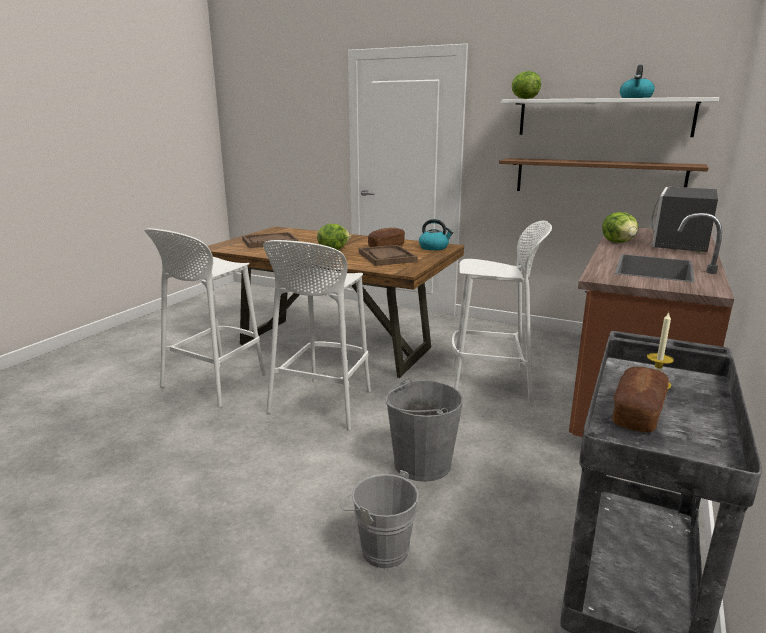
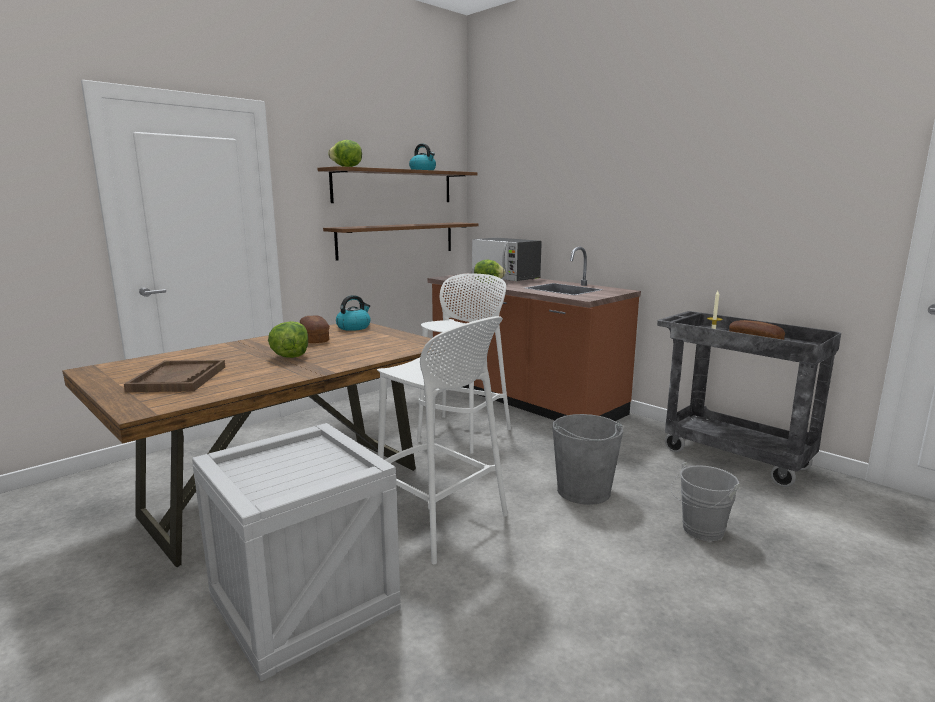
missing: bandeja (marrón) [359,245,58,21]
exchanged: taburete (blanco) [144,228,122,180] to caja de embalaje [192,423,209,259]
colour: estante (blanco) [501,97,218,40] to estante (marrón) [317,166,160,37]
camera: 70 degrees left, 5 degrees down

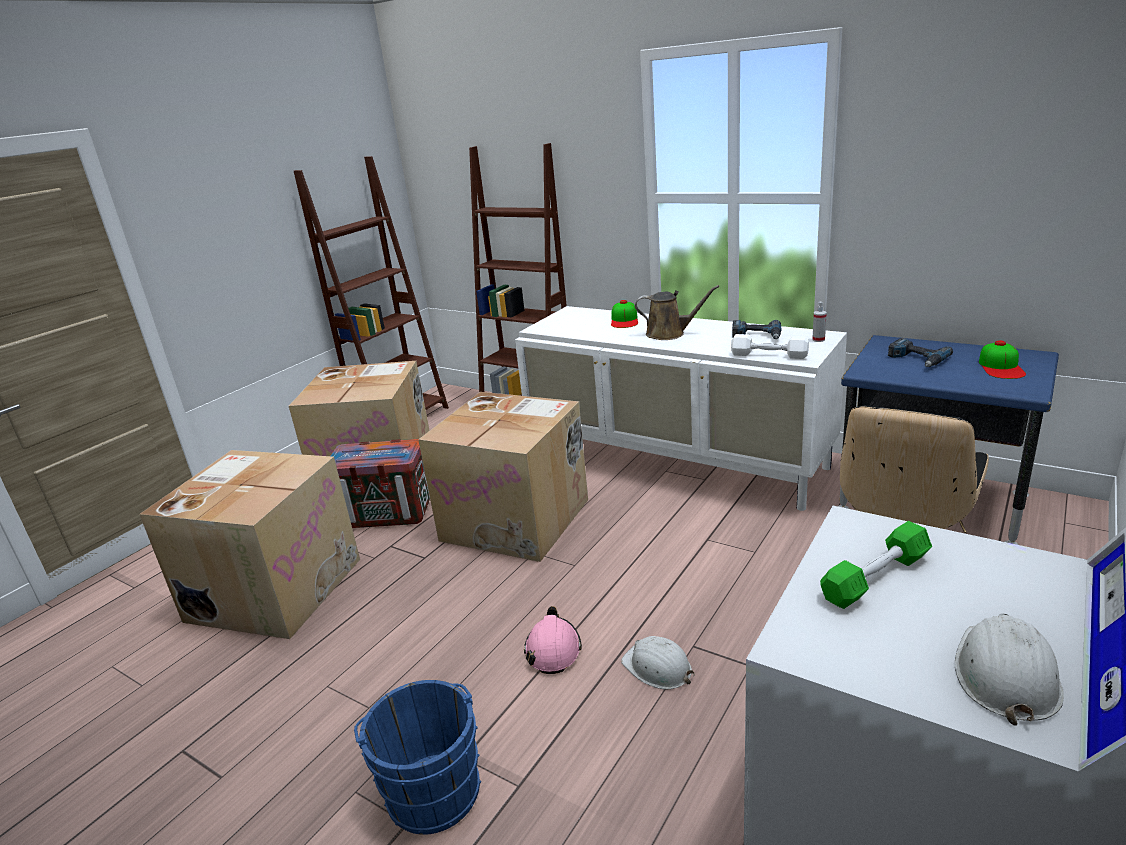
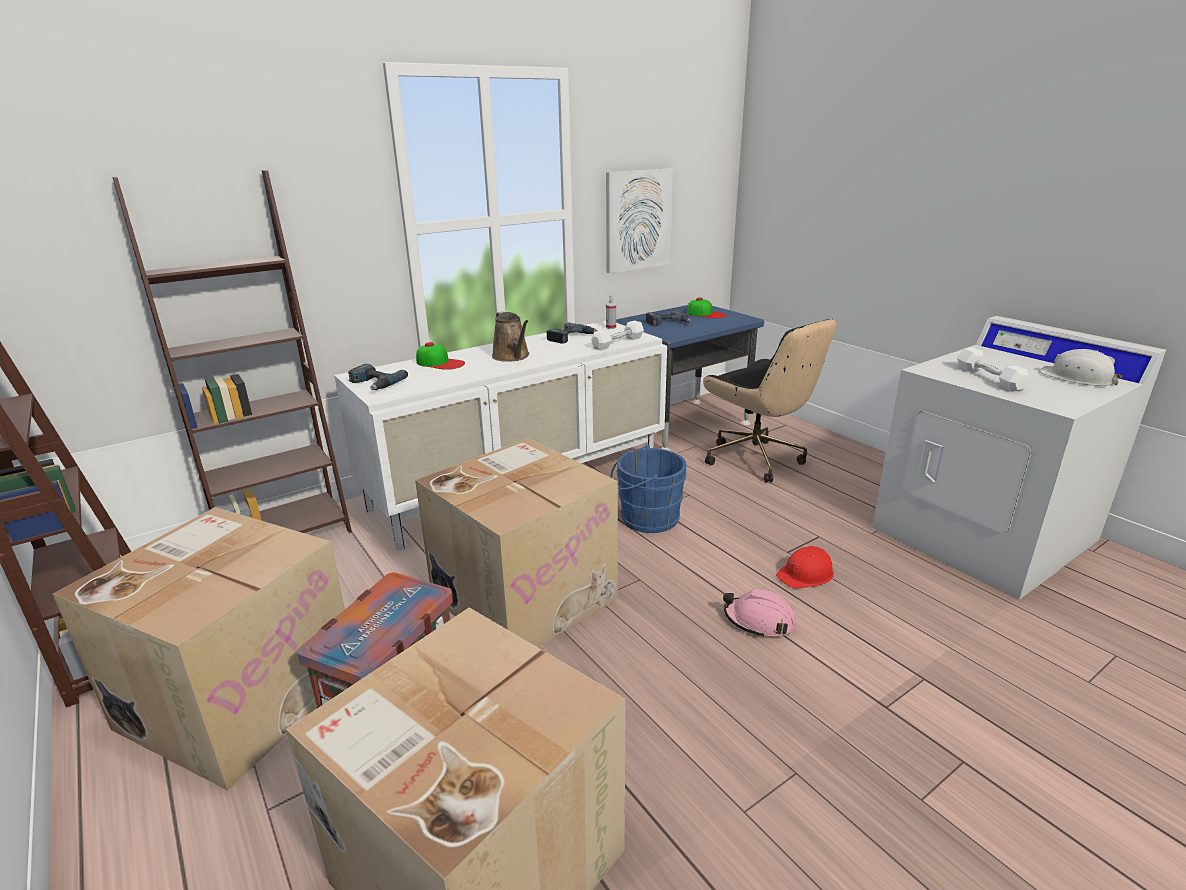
appeared: cuadro [606,168,67,105]; taladro [348,364,60,26]
relocated: cubo (azul) [354,680,127,155] to [611,445,76,88]
colour: mancuerna (verde) [820,521,112,88] to mancuerna (blanco) [957,348,73,44]; casco (blanco) [621,636,74,54] to casco (rojo) [776,546,58,43]
spun: regadera (marrón) [635,285,84,55] = [492,311,37,51] 120 degrees clockwise
camera: 70 degrees left, 0 degrees up

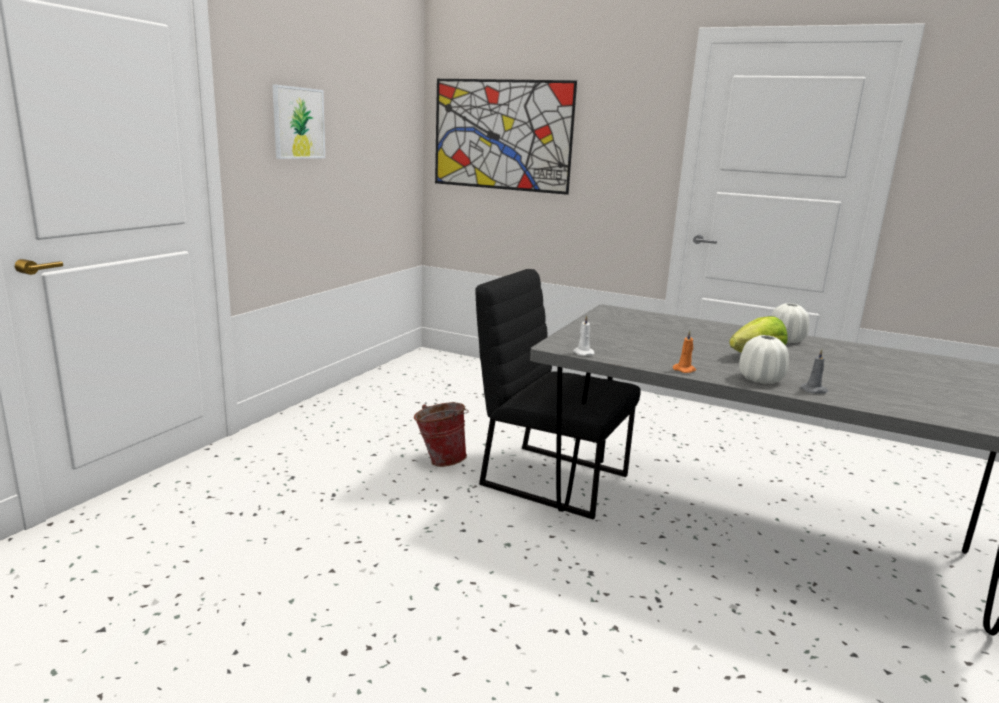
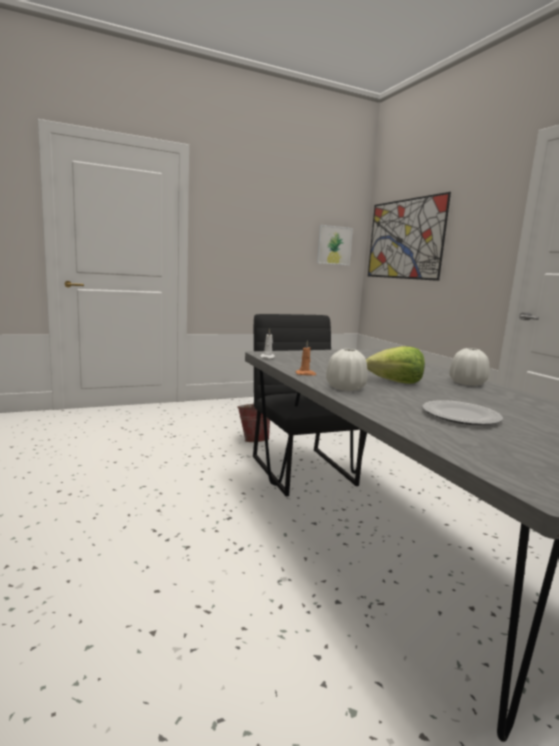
missing: vela (gris) [800,349,28,45]
appeared: plato [423,400,80,25]
relocated: cuadro [273,85,52,74] to [317,225,36,40]
camera: 40 degrees right, 5 degrees down

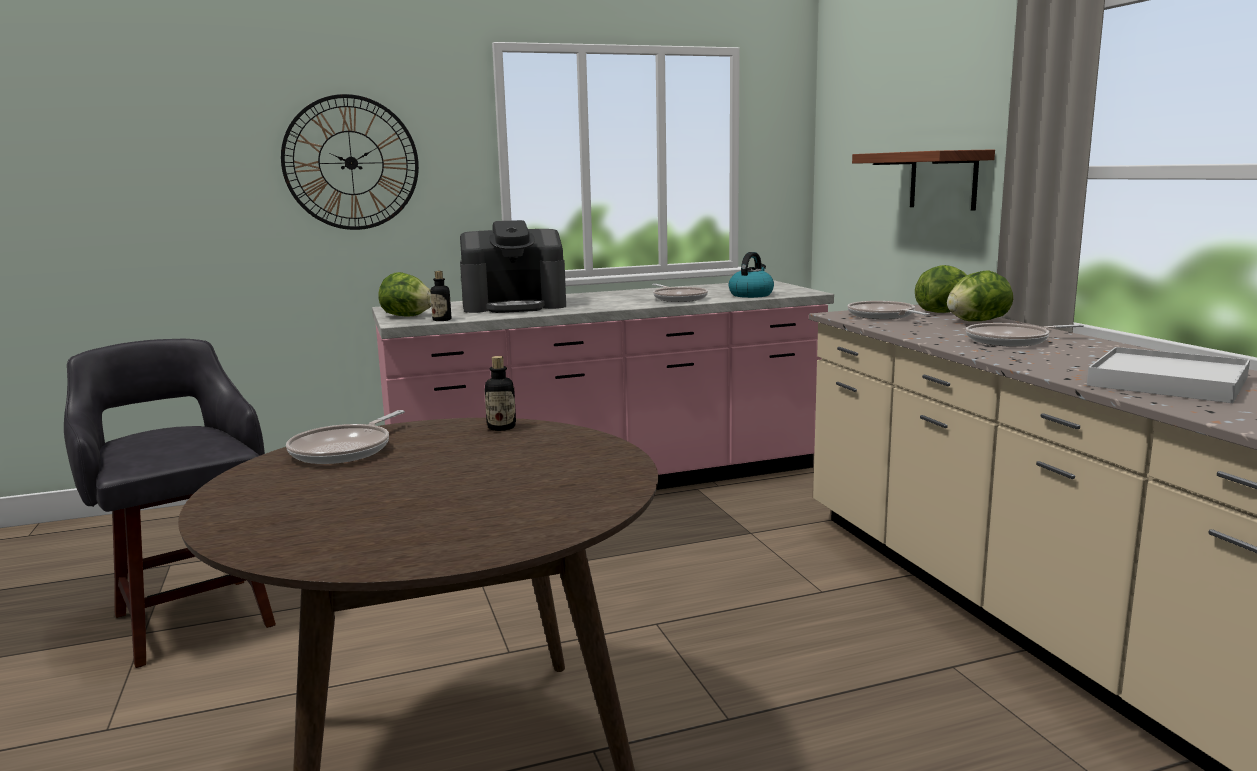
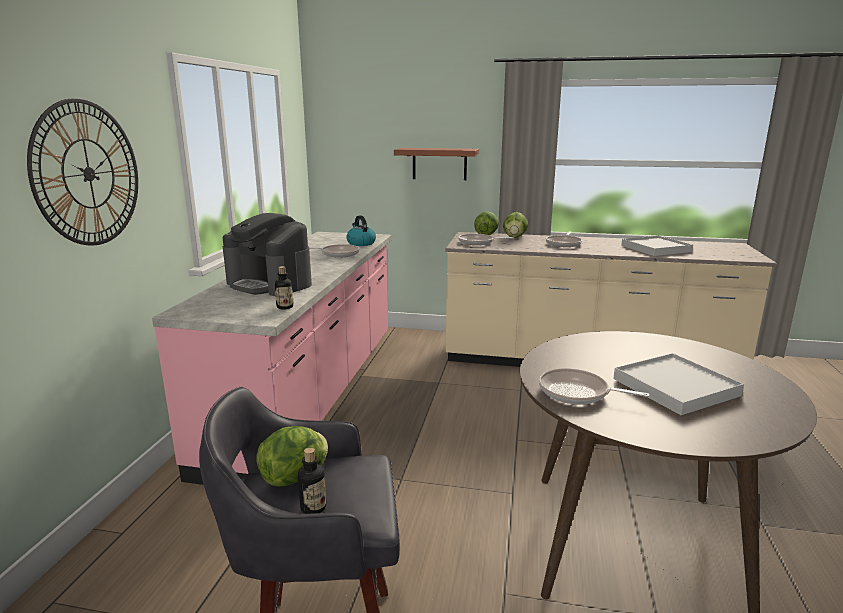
appeared: bandeja (blanco) [613,353,131,62]
relocated: lechuga [378,272,53,44] to [256,426,72,61]; botella [484,356,32,75] to [298,448,28,66]
spun: cafetera [460,220,106,93] = [223,213,89,83] 105 degrees clockwise; sartén [286,410,119,54] = [539,368,111,37] 150 degrees clockwise
camera: 60 degrees left, 5 degrees up

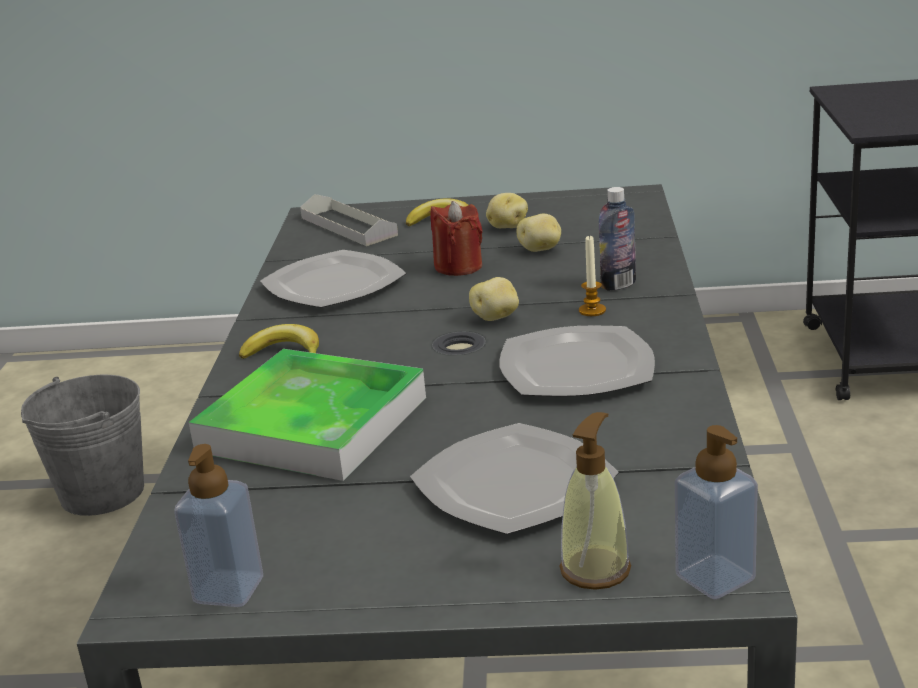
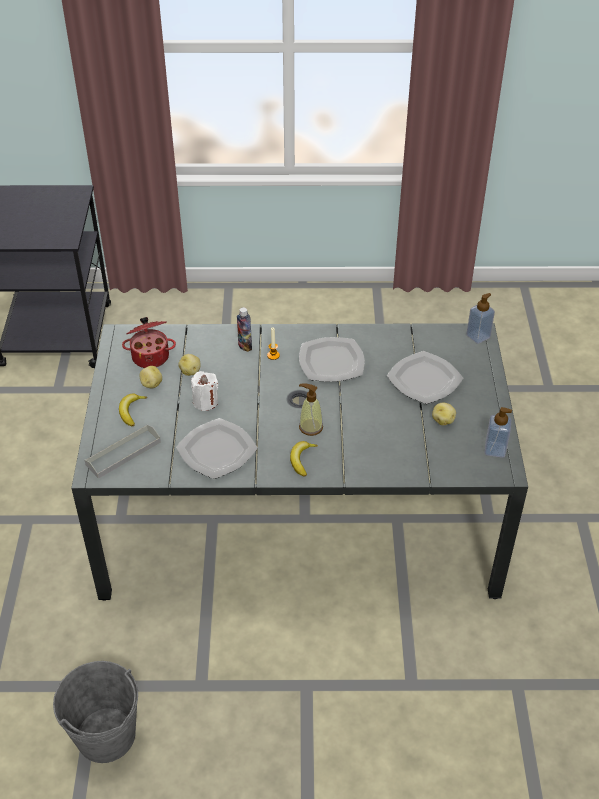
missing: bandeja [189,349,237,132]
appeared: olla [122,317,54,51]
relocated: patata [469,277,50,44] to [432,403,24,22]; dispensador de jabón [560,412,71,178] to [299,383,24,53]
colour: vela (rojo) [431,201,52,75] to vela (blanco) [191,371,27,40]
camera: 95 degrees left, 20 degrees up

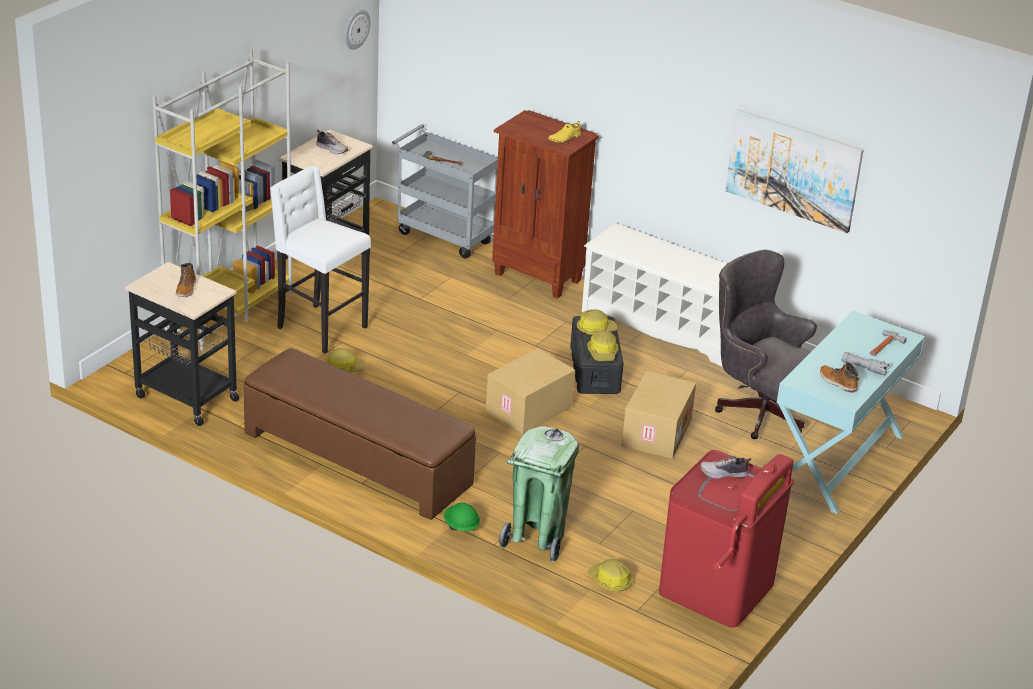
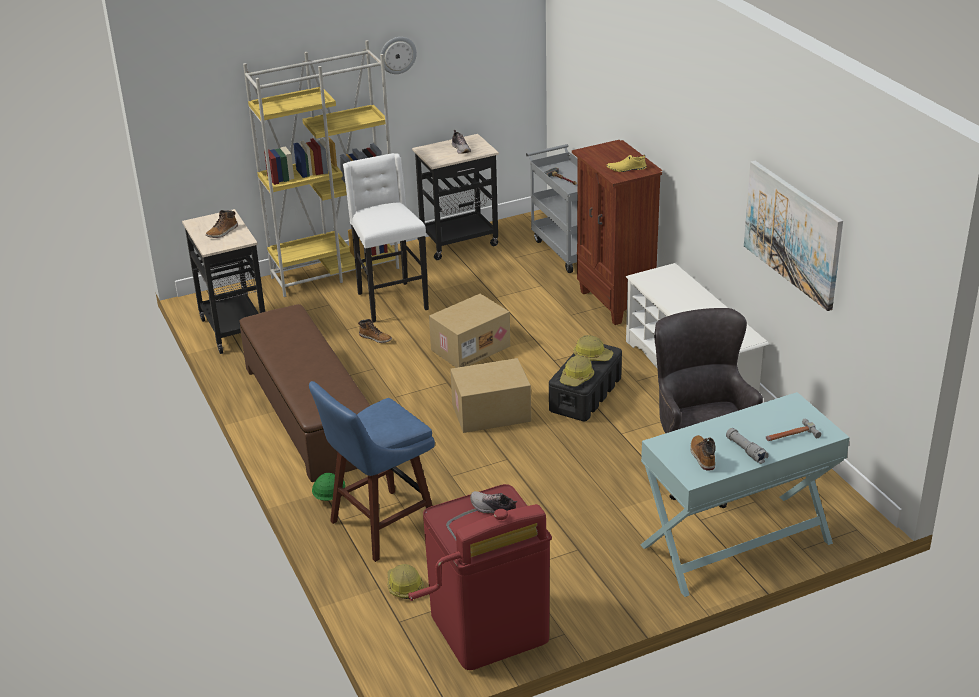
relocated: reloj de pared [345,9,26,41] to [380,37,37,37]; caja de cartón [622,371,74,88] to [429,294,81,74]
exchanged: casco [325,348,41,25] to bota [358,319,34,24]; papelera (verde) [499,426,80,137] to taburete (azul) [309,381,126,181]
camera: 35 degrees right, 0 degrees up

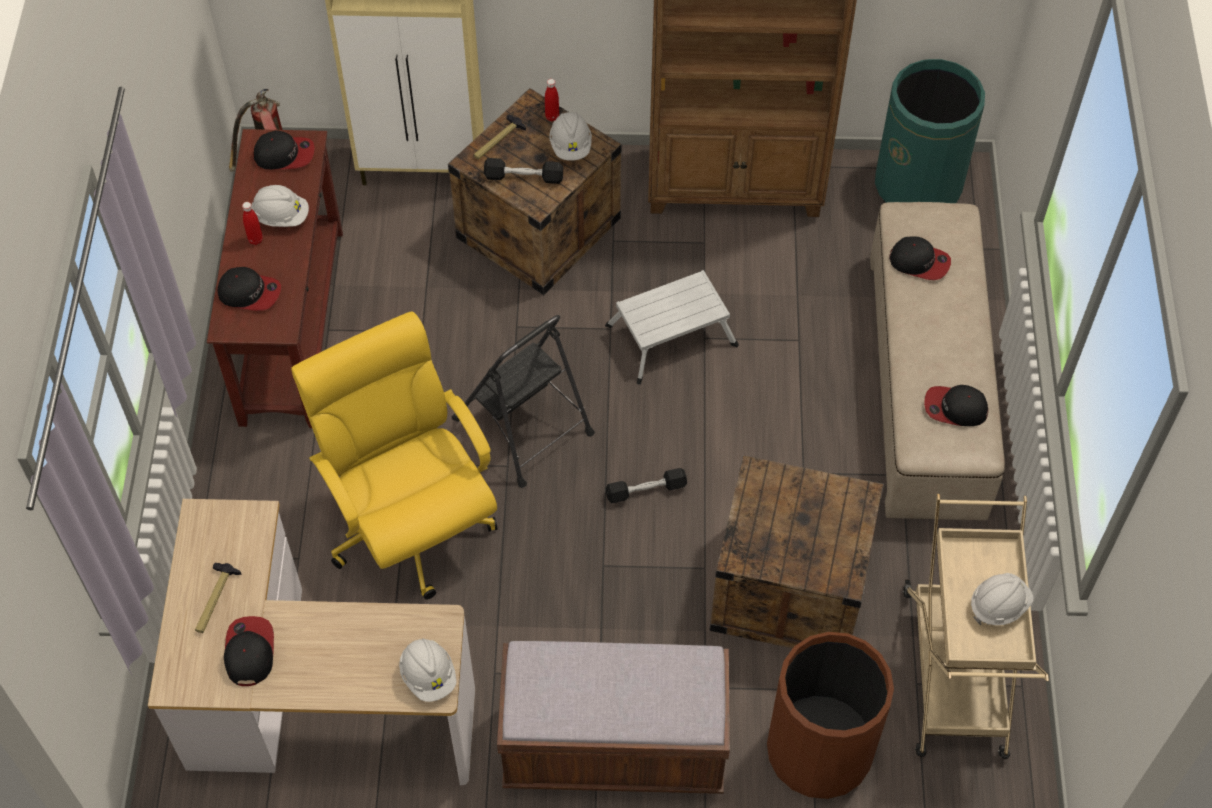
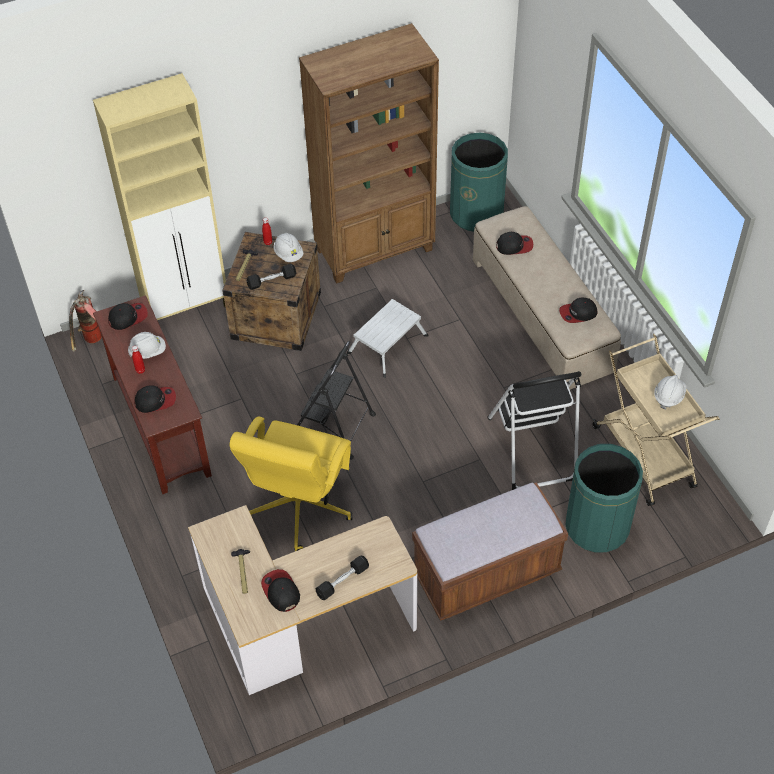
missing: casco (blanco) [399,638,58,64]
relocated: mancuerna (negro) [606,468,81,35] to [316,556,53,44]
exchanged: caja de embalaje [709,455,175,193] to escalera de tijera [487,371,95,119]
colour: papelera (marrón) [767,632,127,167] to papelera (verde) [565,444,78,108]
spun: silla de oficina (amarillo) [291,312,207,288] = [229,416,123,135] 105 degrees counterclockwise
camera: 25 degrees left, 5 degrees down

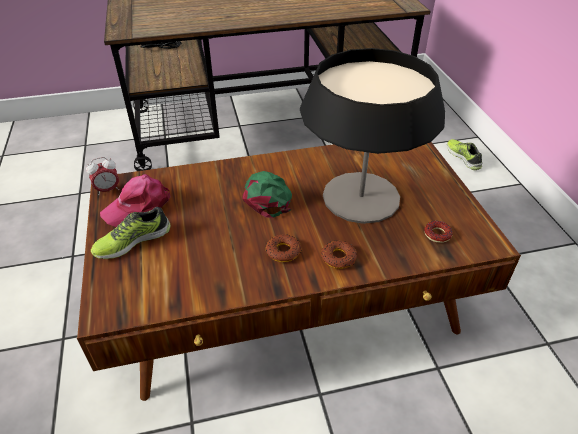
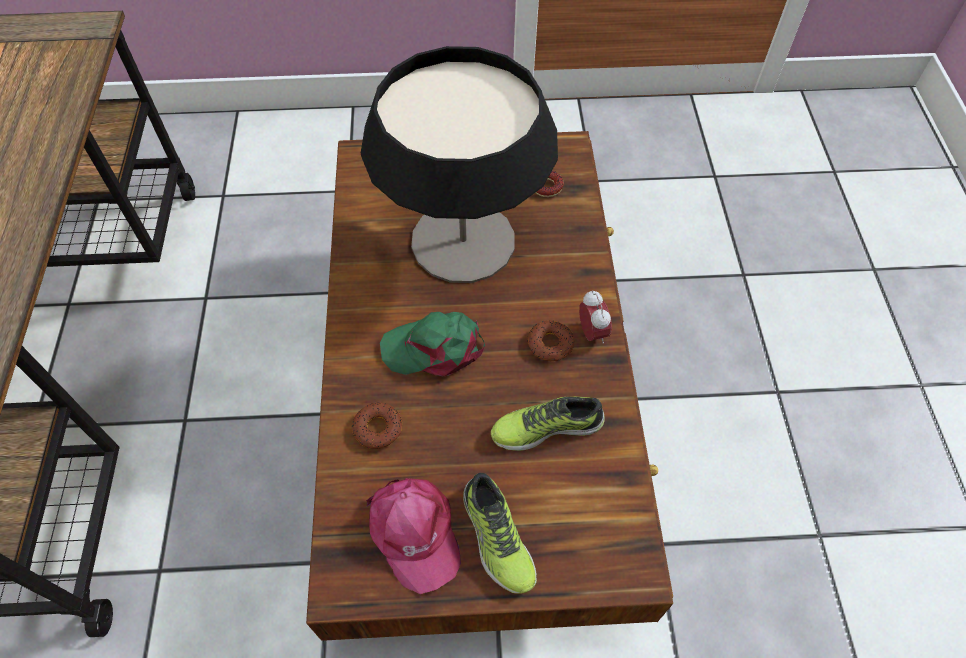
relocated: zapato [447,139,35,31] to [491,397,114,54]; despertador [86,157,33,37] to [579,290,33,54]; rosquilla [321,241,36,28] to [352,402,50,47]
camera: 80 degrees left, 15 degrees up

